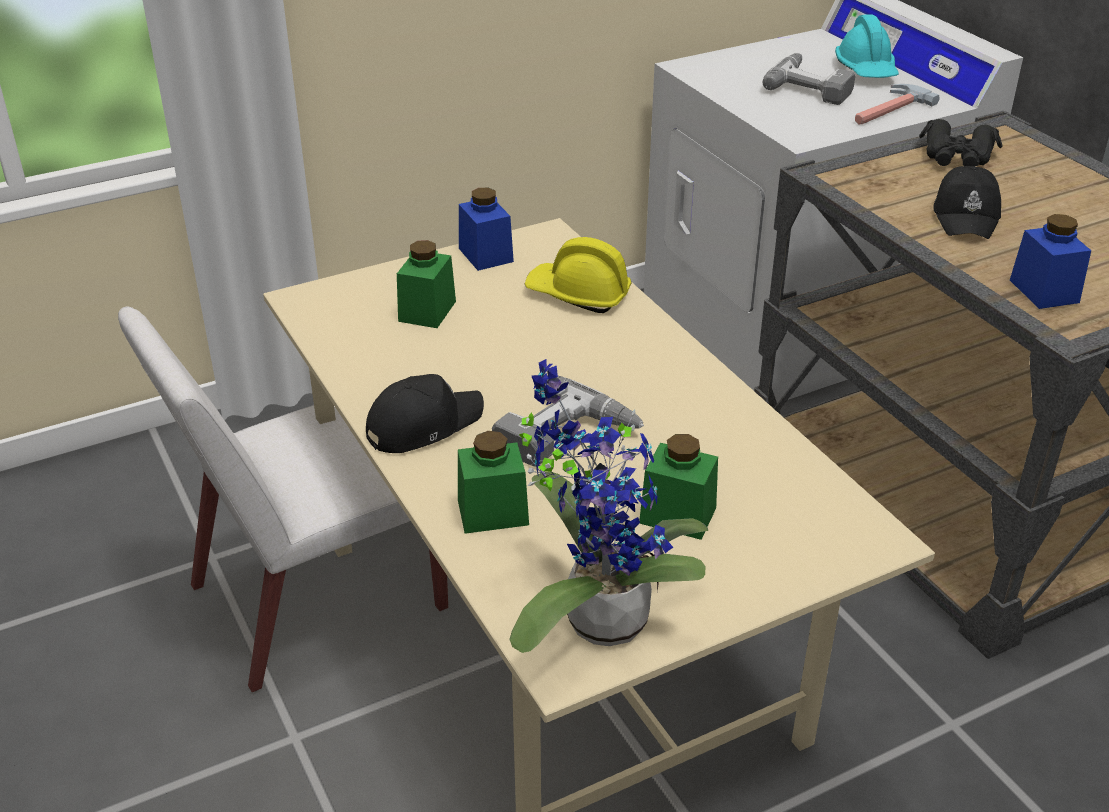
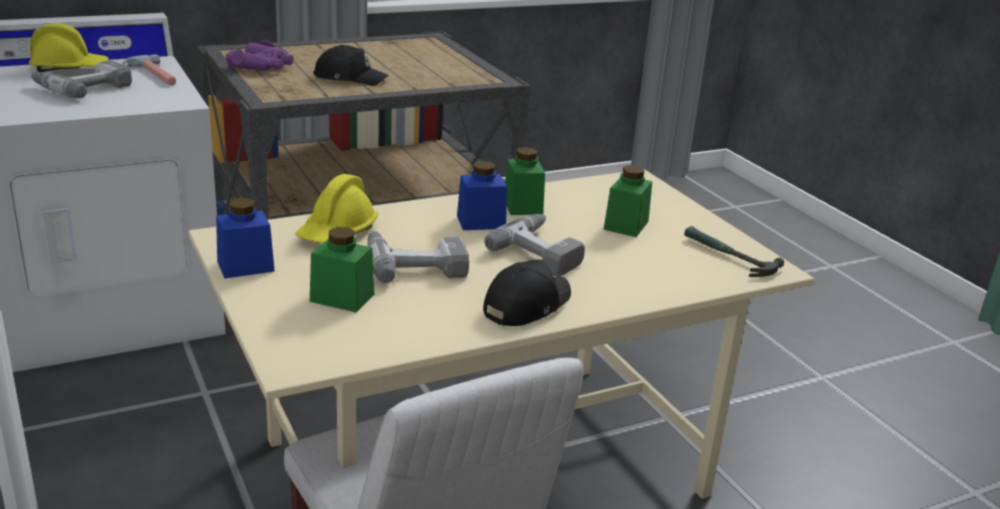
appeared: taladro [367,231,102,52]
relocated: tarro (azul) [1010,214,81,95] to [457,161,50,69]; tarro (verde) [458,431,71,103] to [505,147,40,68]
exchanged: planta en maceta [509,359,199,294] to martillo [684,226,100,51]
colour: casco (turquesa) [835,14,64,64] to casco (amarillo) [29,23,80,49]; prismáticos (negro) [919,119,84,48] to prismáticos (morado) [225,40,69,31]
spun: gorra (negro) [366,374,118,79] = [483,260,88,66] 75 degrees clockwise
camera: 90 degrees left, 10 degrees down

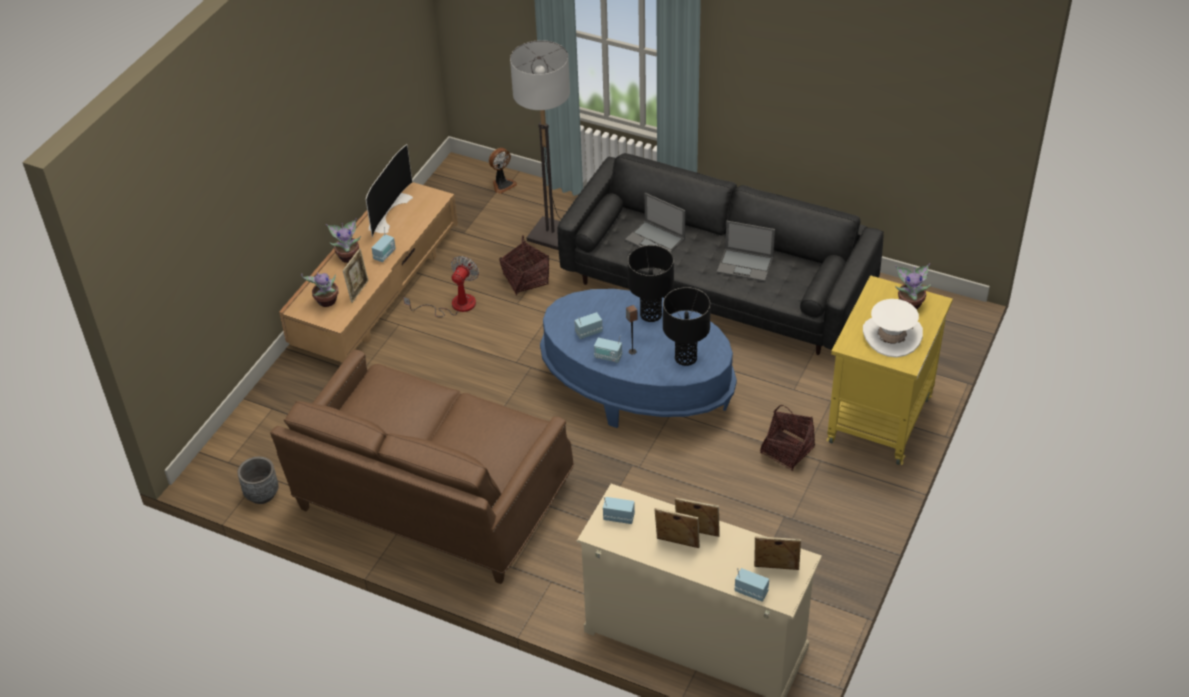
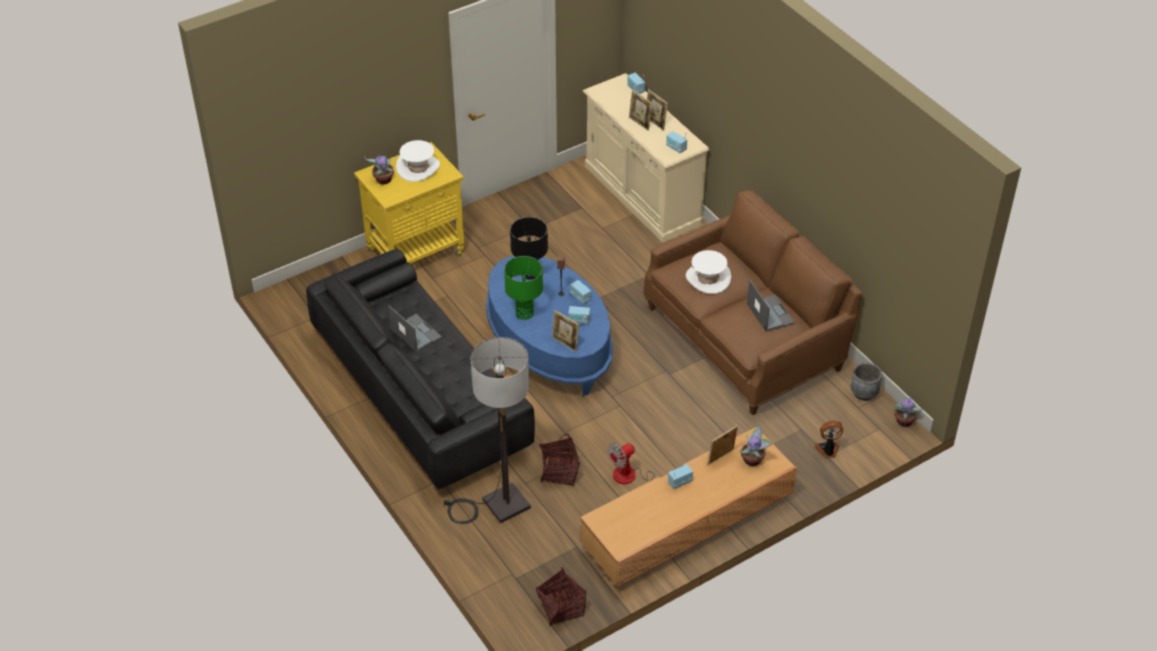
missing: televisor [366,144,47,94]
appeared: sombrero (blanco) [686,250,45,44]
relocated: ventilador [489,148,28,46] to [814,420,29,38]; portátil [625,193,60,59] to [747,280,48,52]; planta en maceta [326,218,35,45] to [893,397,29,30]; cesta [760,405,55,66] to [536,567,50,59]; portarretratos [754,536,47,34] to [552,310,27,42]
colour: lámpara de mesa (negro) [628,245,46,77] to lámpara de mesa (verde) [504,256,39,64]
camera: 150 degrees left, 0 degrees up

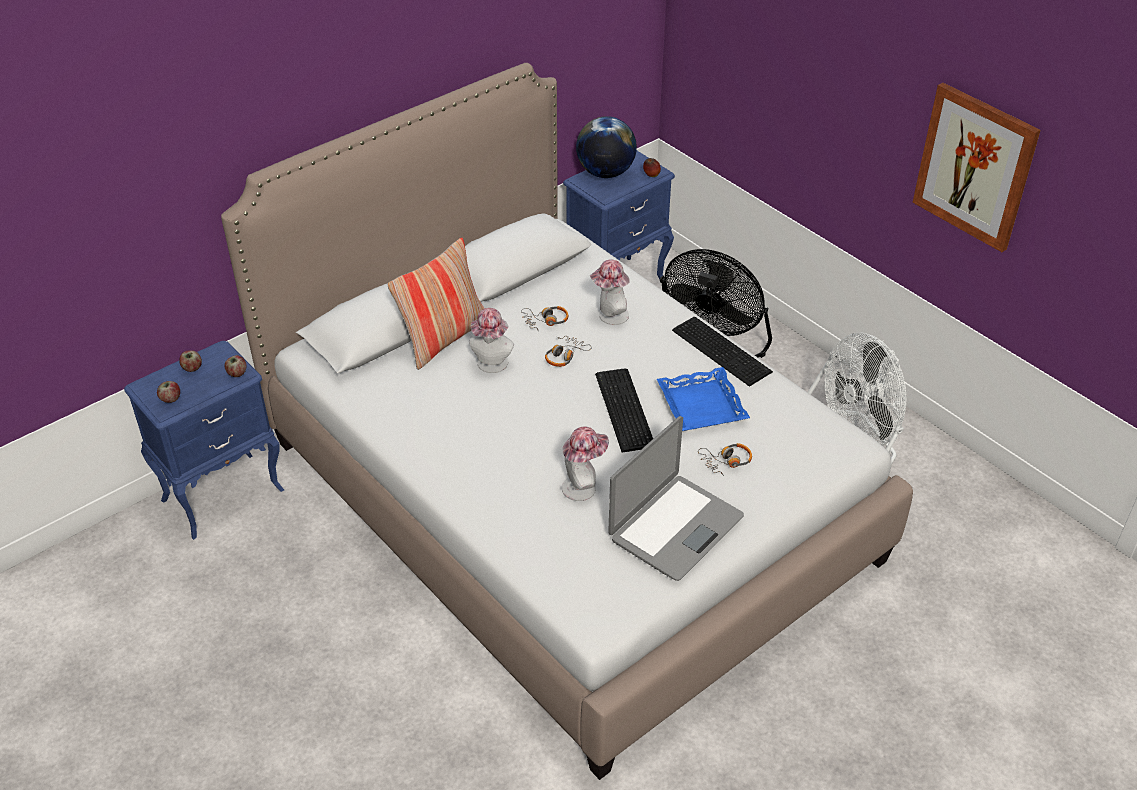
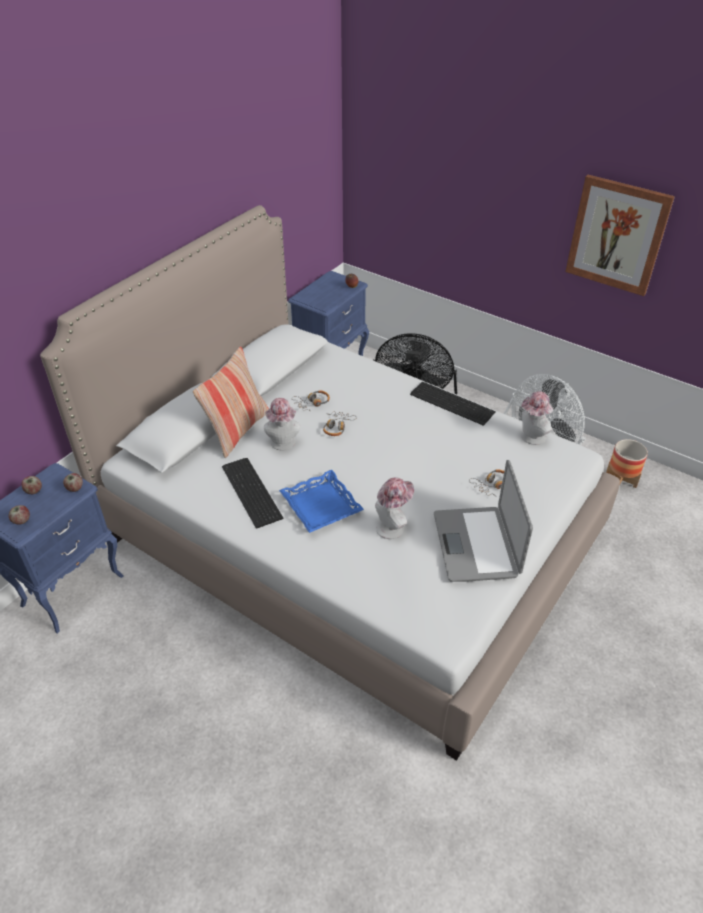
missing: globo terráqueo [576,116,61,62]
appeared: maceta [606,439,42,49]
relocated: sombrero [590,259,40,66] to [521,391,32,54]; bandeja (azul) [657,367,93,64] to [279,470,85,63]; teclado [595,368,58,85] to [222,458,61,71]
spun: portátil [608,416,136,165] = [434,460,99,122] 150 degrees clockwise
camera: 15 degrees left, 0 degrees up

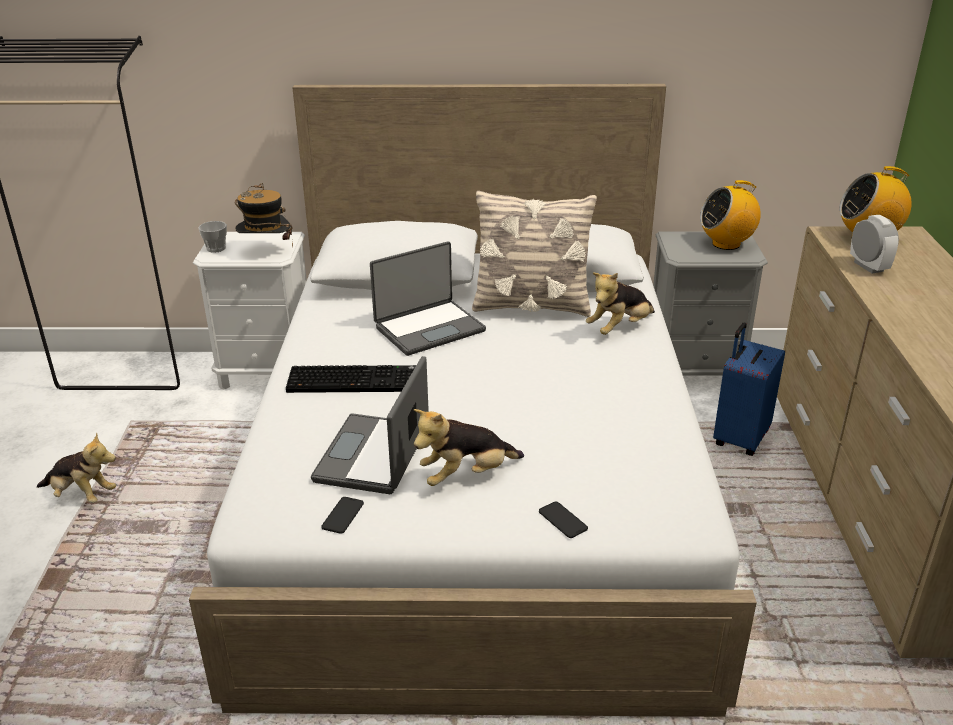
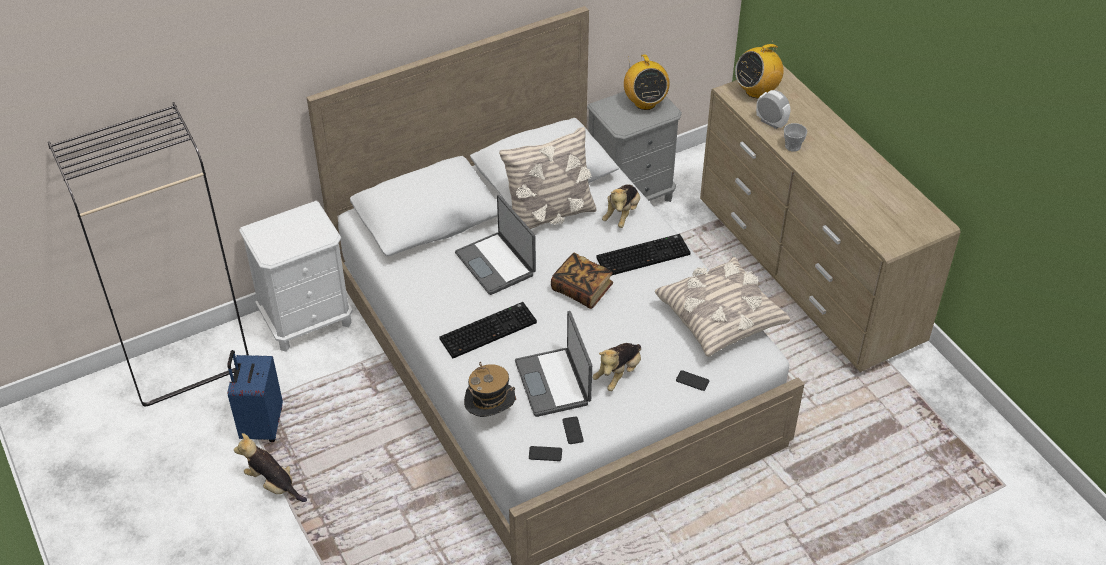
appeared: teclado [596,234,94,42]; libro [551,253,62,56]; cojín (beis) [655,257,135,100]; móvil [529,446,33,15]
relocated: sombrero [235,183,58,63] to [464,362,52,55]; taza [198,221,29,32] to [784,123,23,29]; maleta (azul) [713,323,72,133] to [227,350,56,92]
spun: radio [700,180,61,70] = [624,54,46,56] 60 degrees counterclockwise; portátil [370,241,116,115] = [455,195,81,100] 120 degrees clockwise; peluche [37,432,79,71] = [234,433,73,69] 135 degrees counterclockwise
camera: 30 degrees left, 15 degrees up

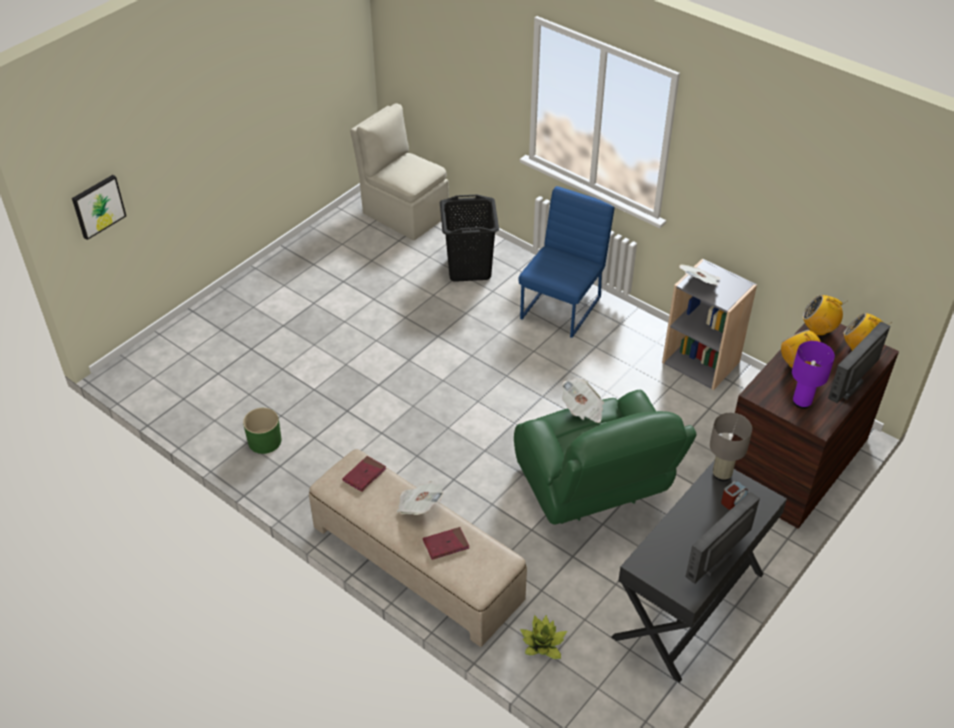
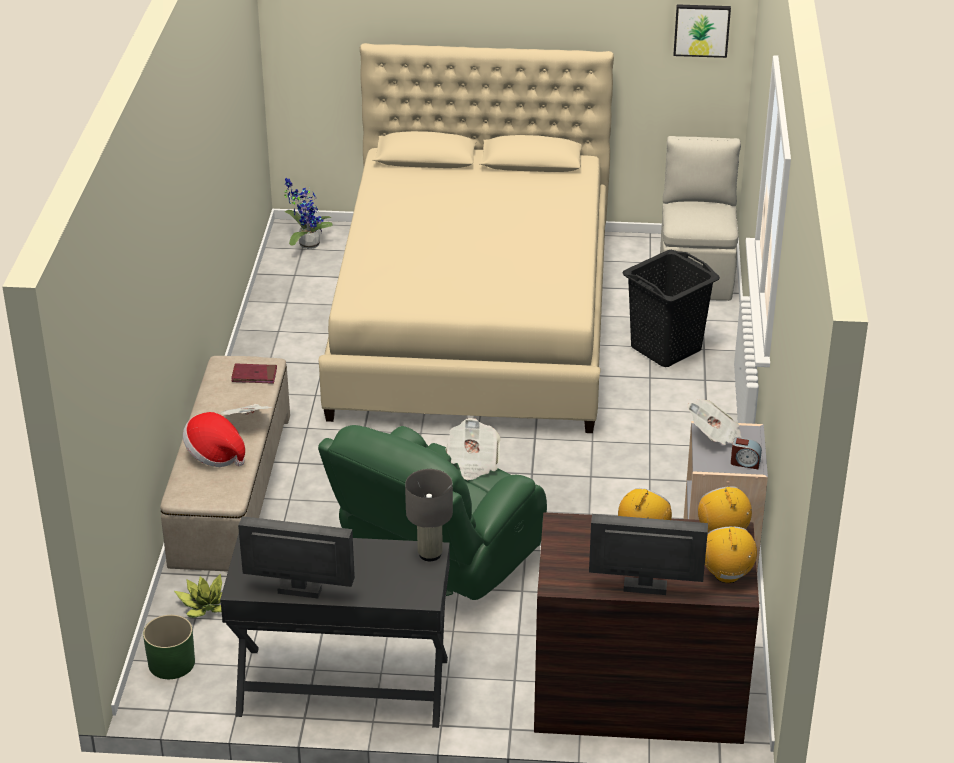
missing: silla (azul) [518,186,97,152]; lámpara de mesa (morado) [792,341,43,68]
appeared: cama (beis) [318,43,296,390]; planta en maceta [284,178,49,71]
relocated: cuadro [72,175,54,65] to [674,4,57,54]; maceta (verde) [243,408,38,46] to [143,615,52,64]; despertador [721,481,27,29] to [731,437,31,32]
exchanged: libro (rojo) [423,527,46,33] to sombrero [183,412,62,55]
camera: 55 degrees right, 10 degrees down

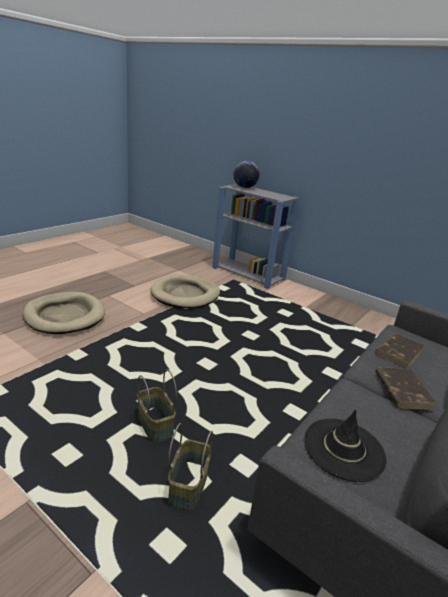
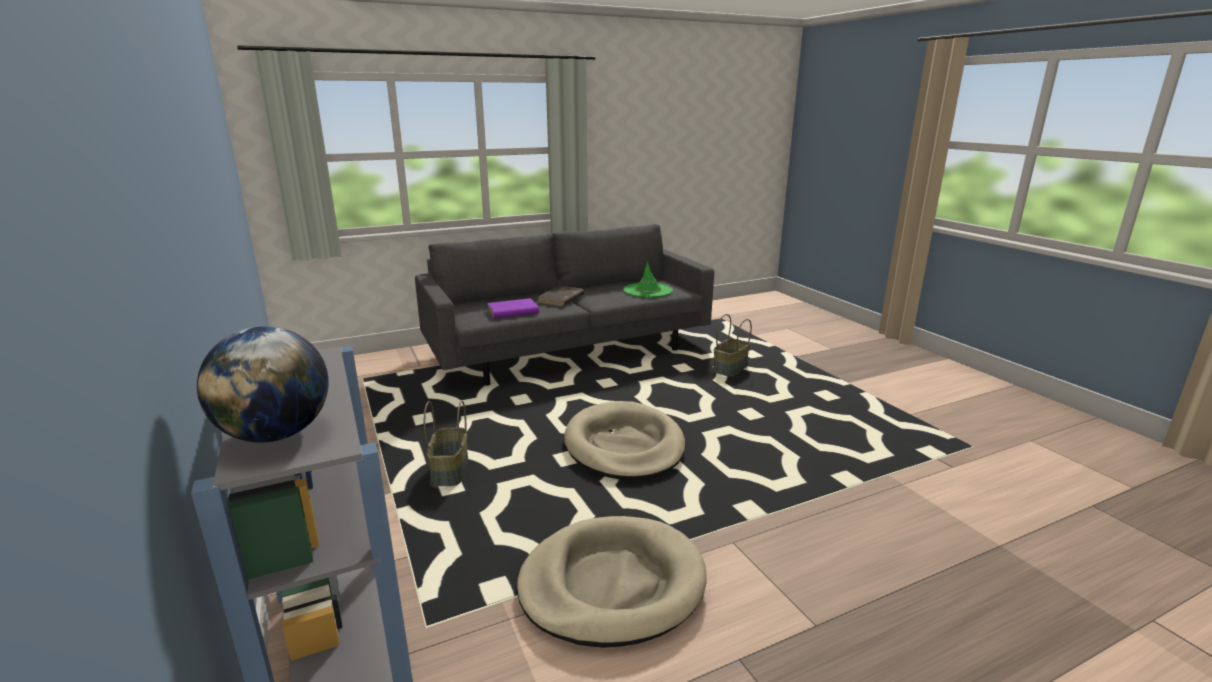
relocated: cama para perro (beis) [23,292,82,42] to [564,401,121,79]; cesta [137,369,40,74] to [424,401,44,85]
colour: libro (marrón) [375,333,49,36] to libro (morado) [487,298,52,20]; sombrero (negro) [304,409,82,73] to sombrero (verde) [623,261,50,36]
camera: 150 degrees left, 5 degrees down

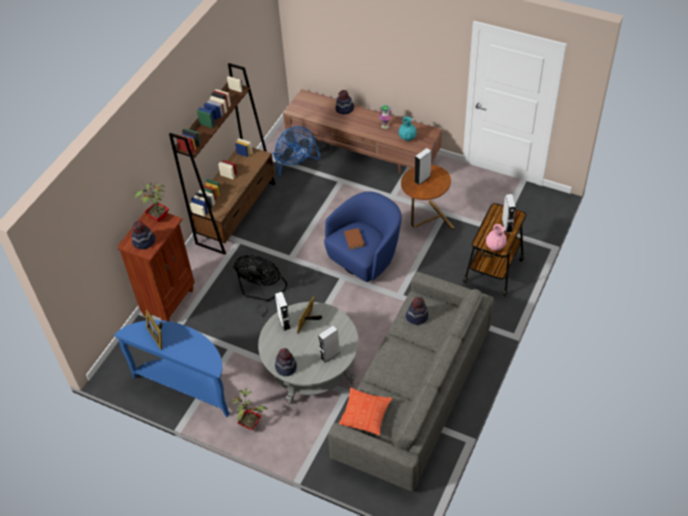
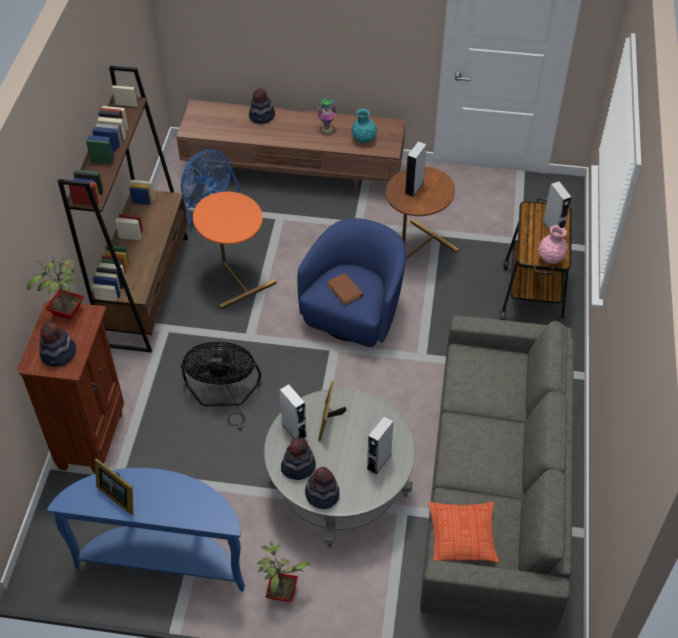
appeared: mesa auxiliar (naranja) [193,192,84,118]
relocated: sombrero [405,297,23,28] to [281,438,35,42]
camera: 20 degrees left, 0 degrees up

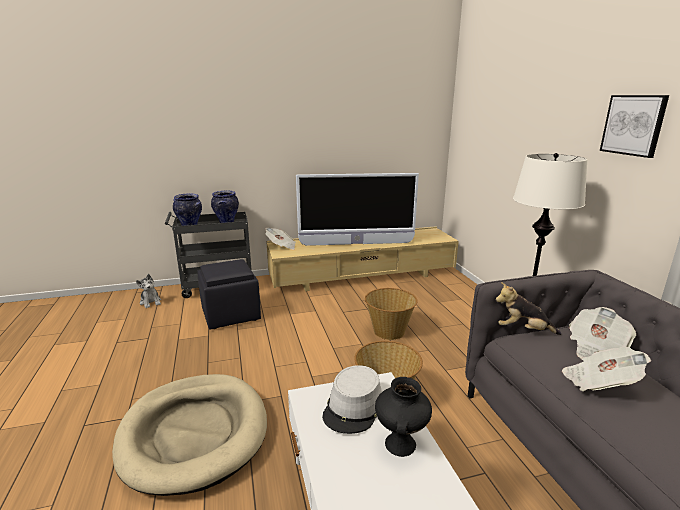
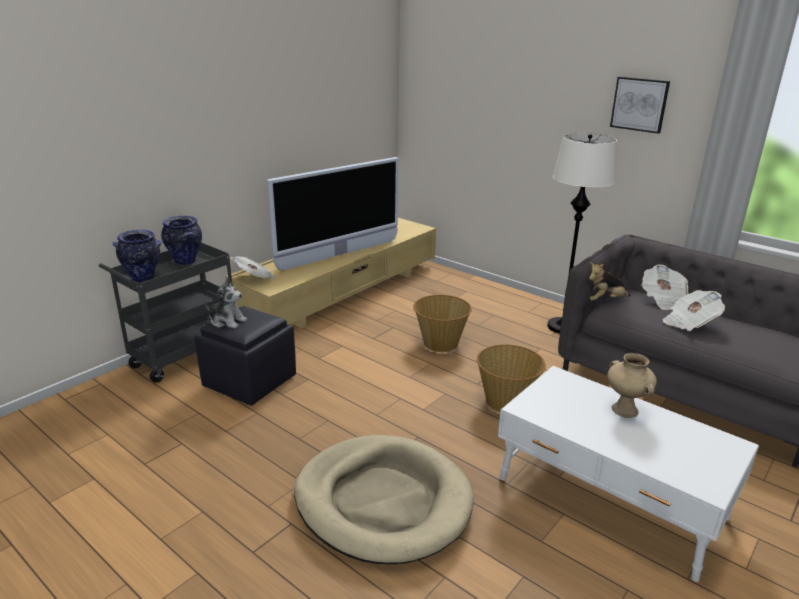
missing: sombrero (gris) [322,365,60,69]
relocated: peluche [136,274,25,34] to [204,278,43,51]
colour: florero (negro) [375,377,57,80] to florero (beis) [607,353,50,65]
camera: 35 degrees left, 5 degrees up

